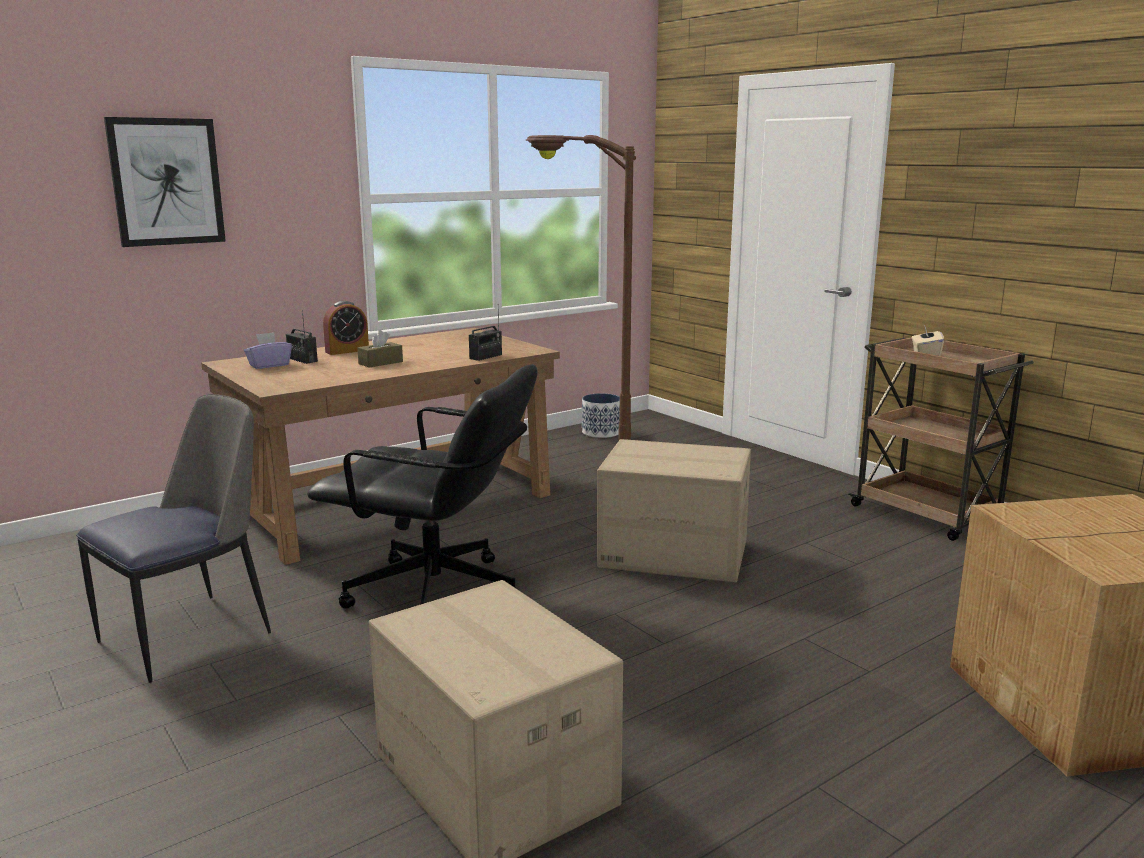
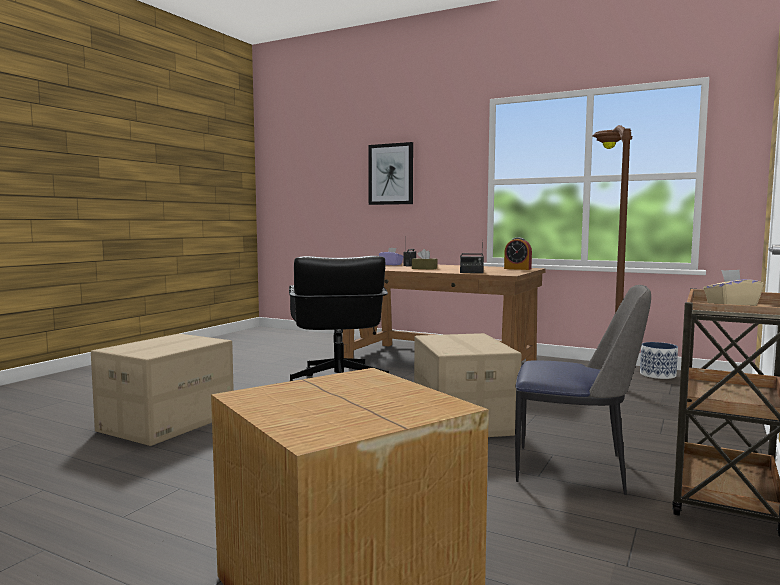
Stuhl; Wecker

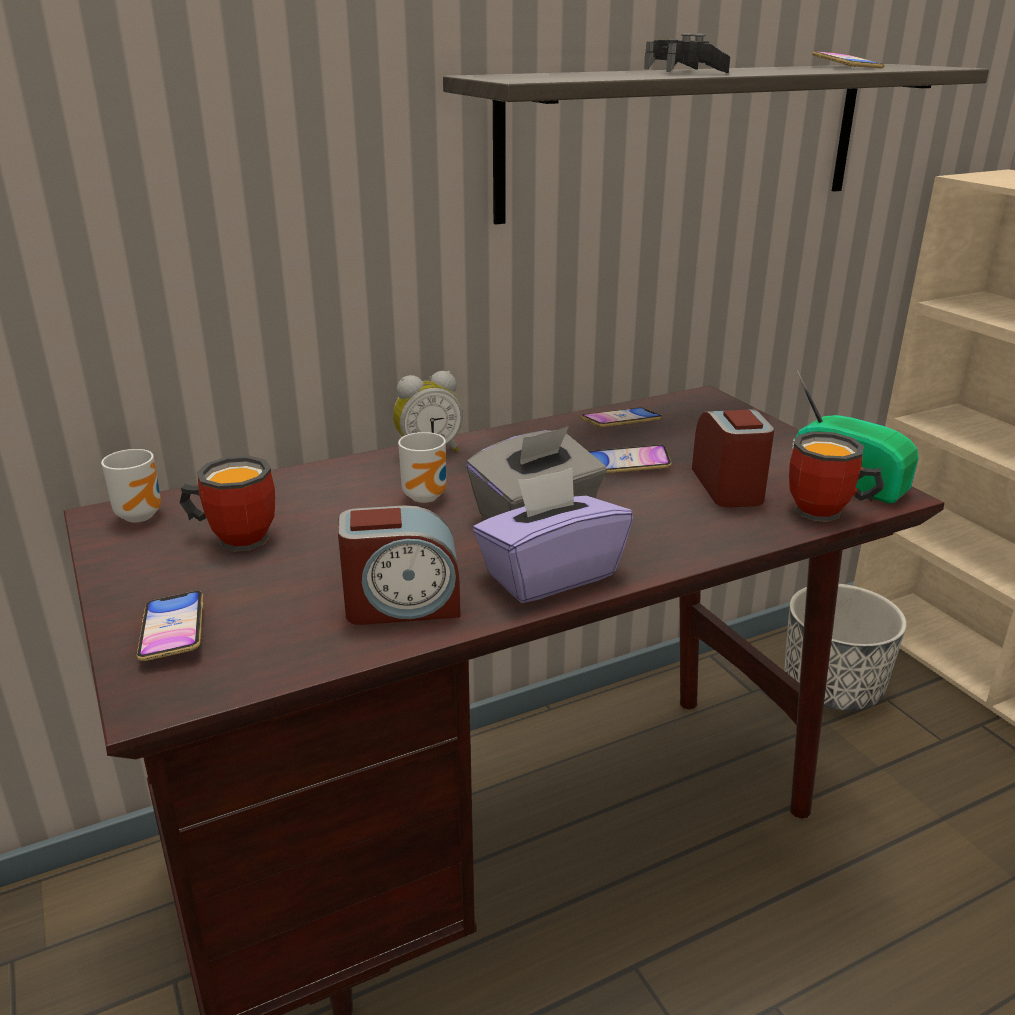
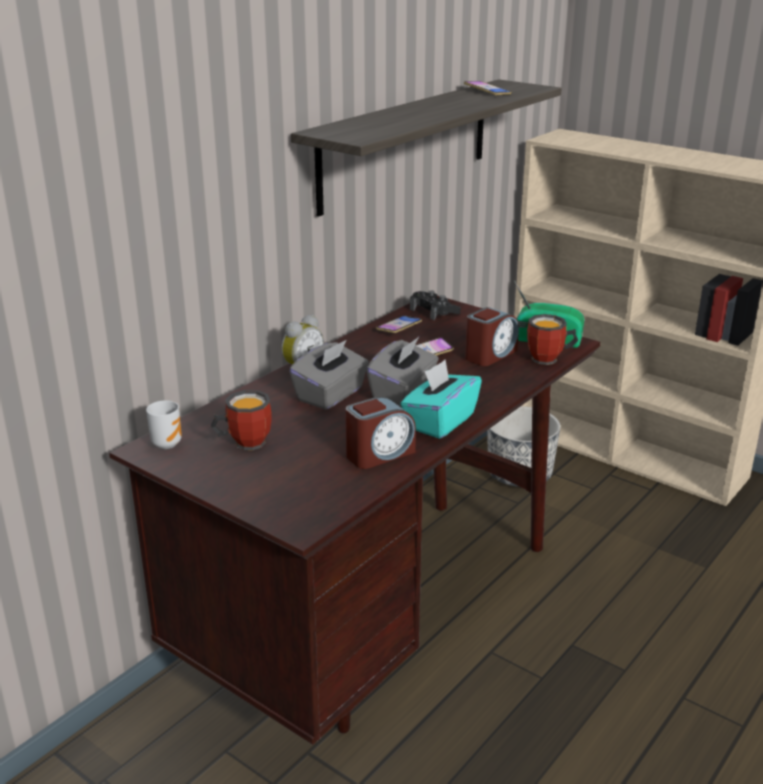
Handy (1st from left in the first image); Taschentuchbox (grau) (1st from left); Taschentuchbox (türkis); Gamepad (schwarz); Wecker (3rd from left)

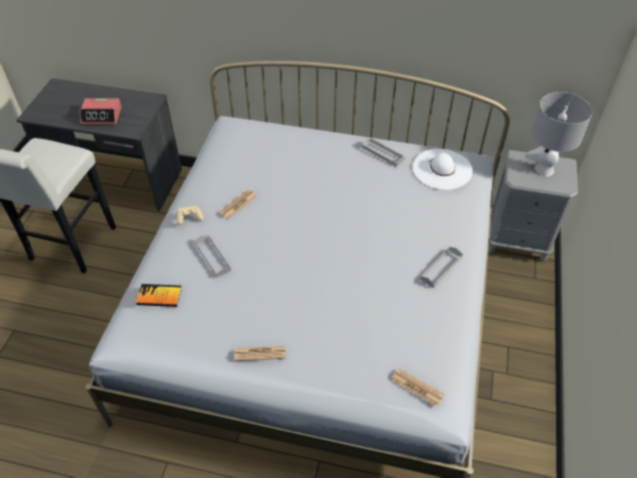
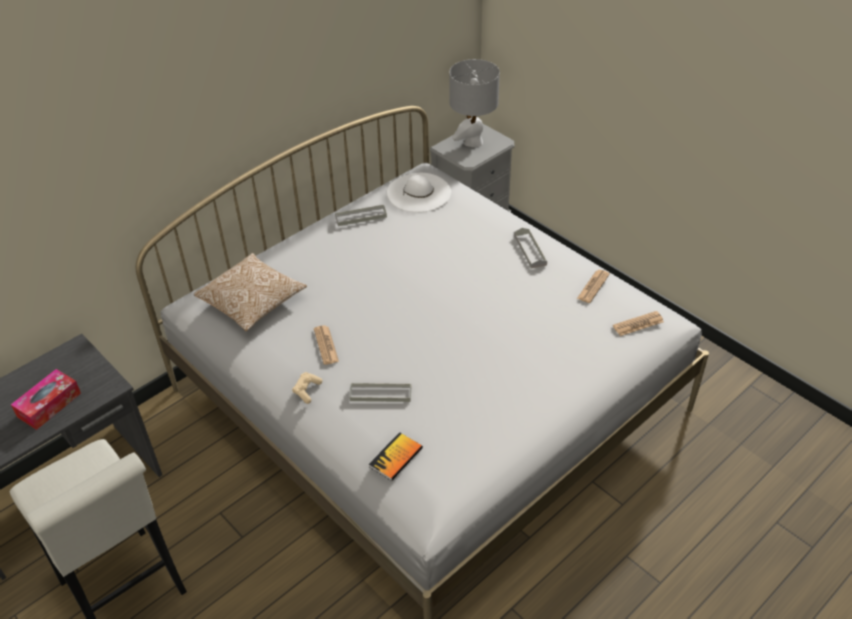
Taschentuchbox; Zeitung (2nd from left); Kissen

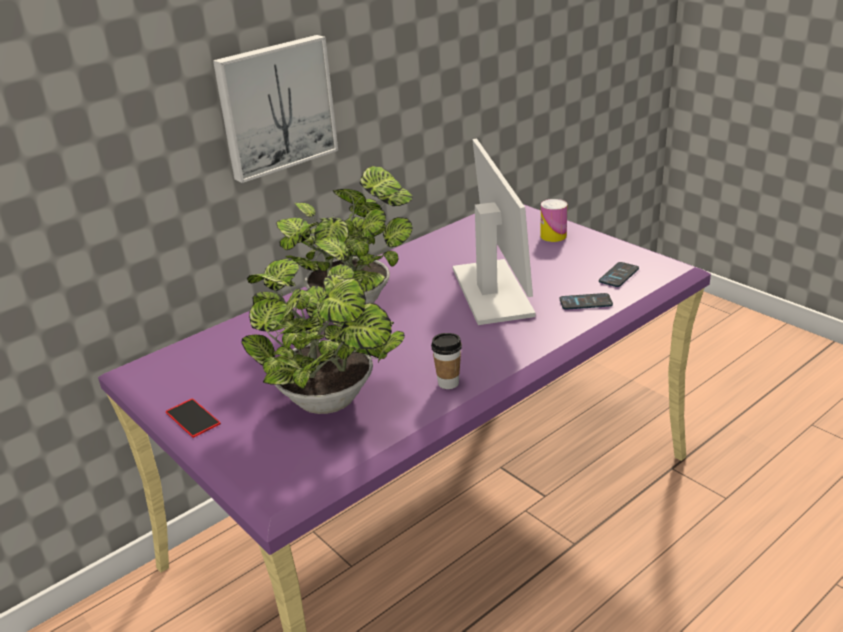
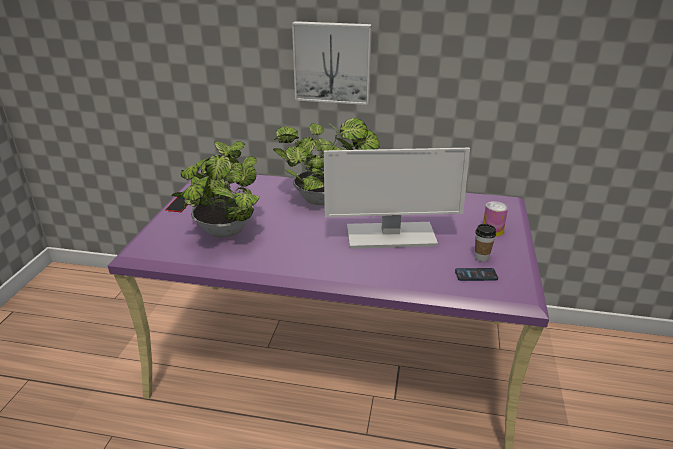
Tasse; Monitor; Handy (2nd from left in the first image)

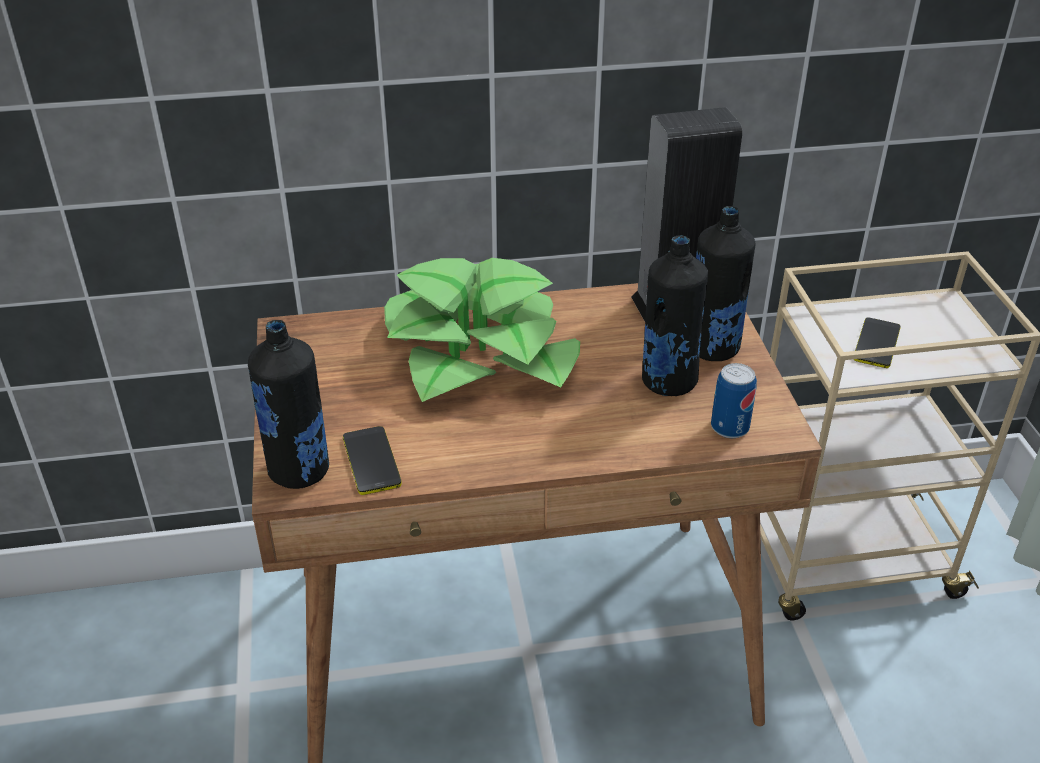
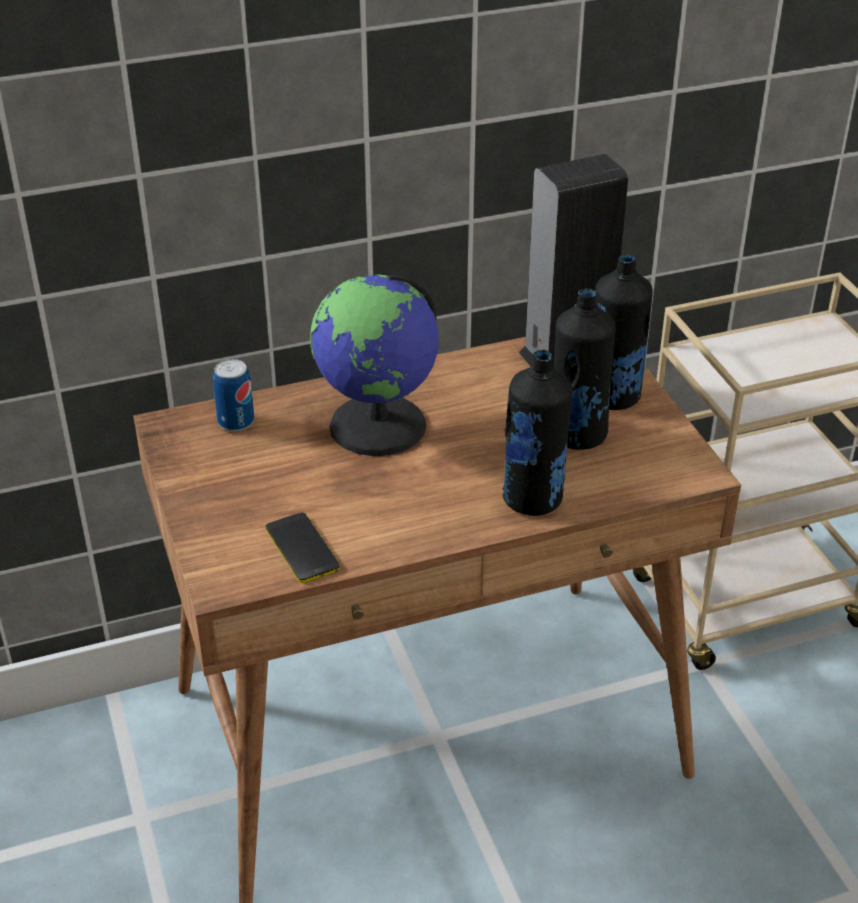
Flasche (schwarz) (1st from left); Globus; Dose; Handy (2nd from left in the first image)

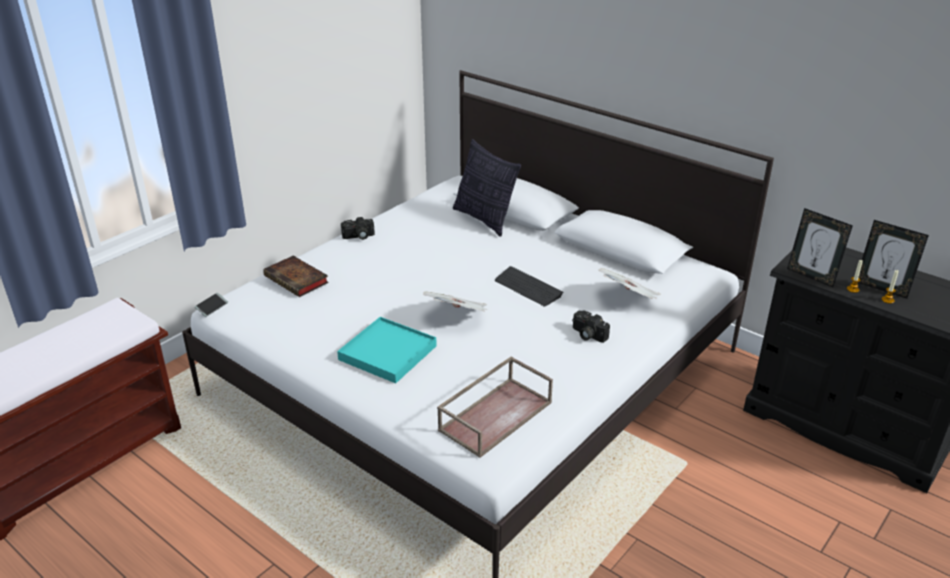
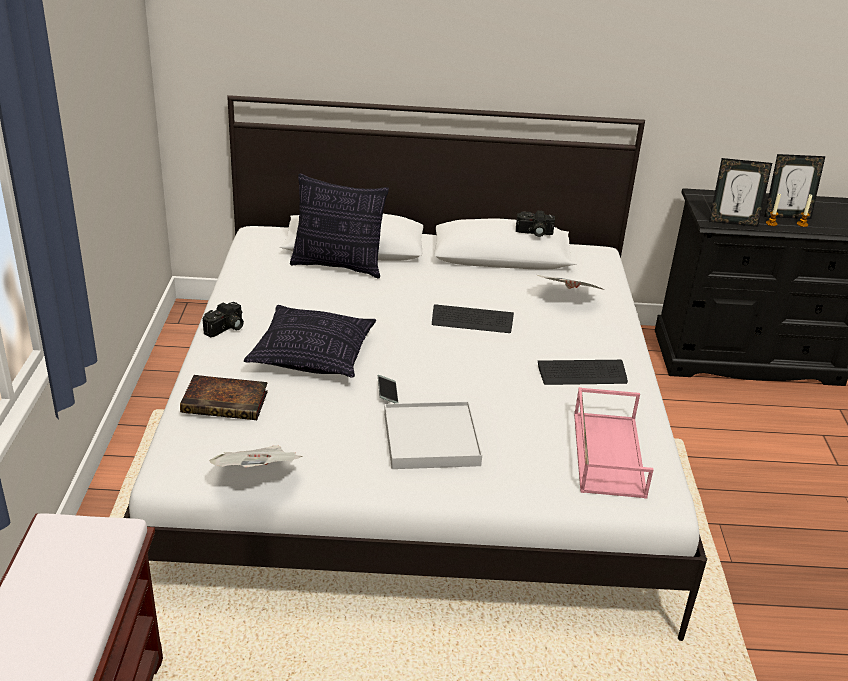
Handy; Tablett (weiß); Zeitung (1st from left); Tablett (rosa); Kamera (2nd from left); Kissen (1st from left); Tastatur (2nd from left)

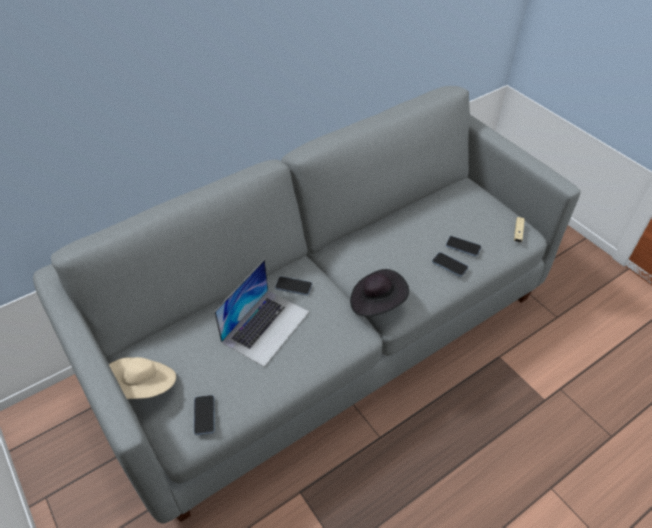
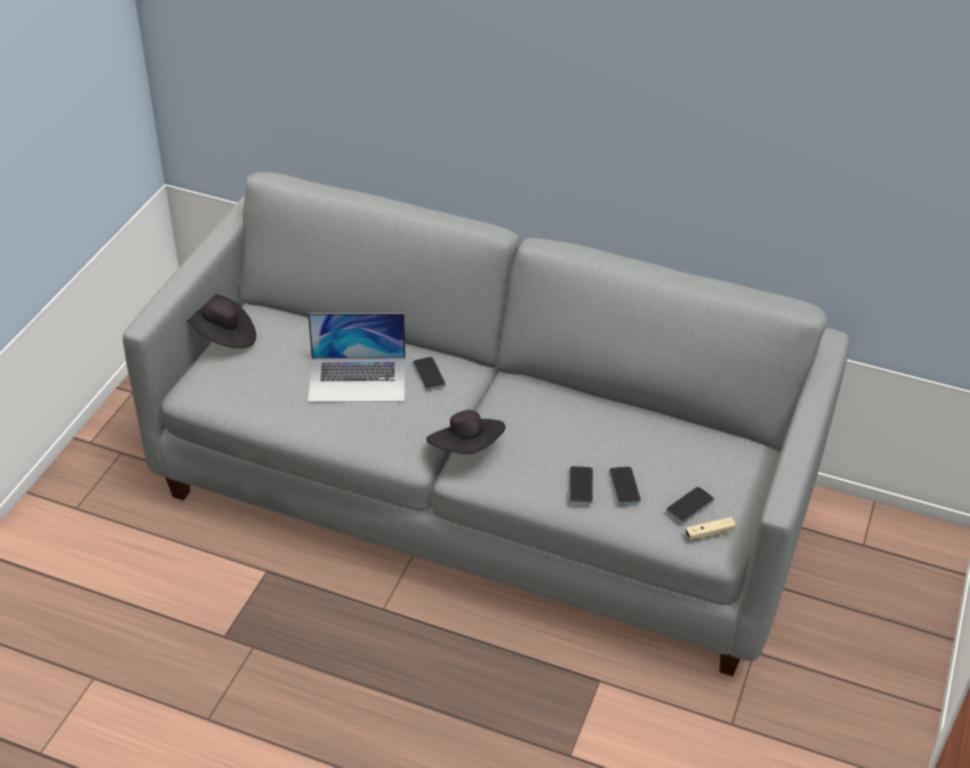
Hut (schwarz) (1st from left); Handy (4th from left)

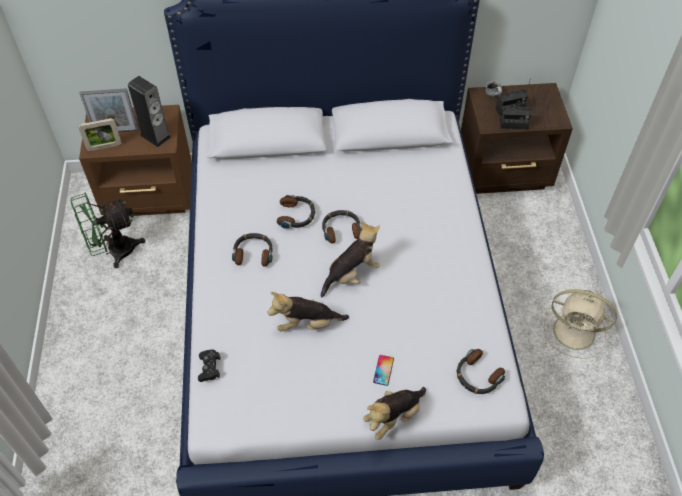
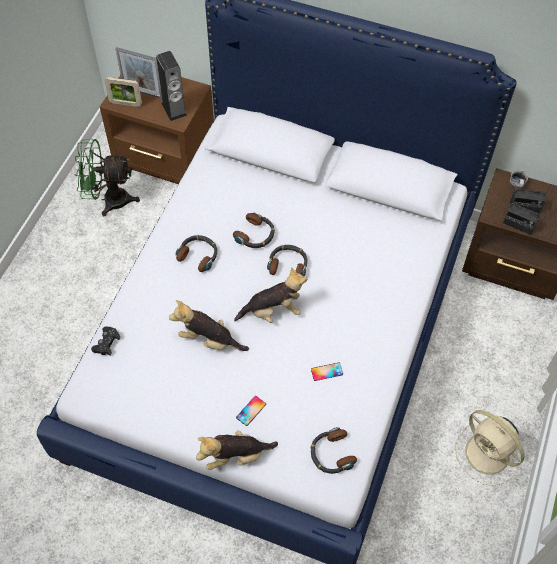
Handy (2nd from left)

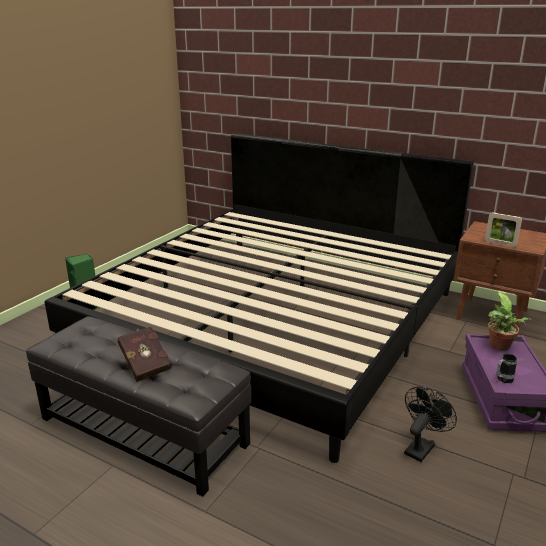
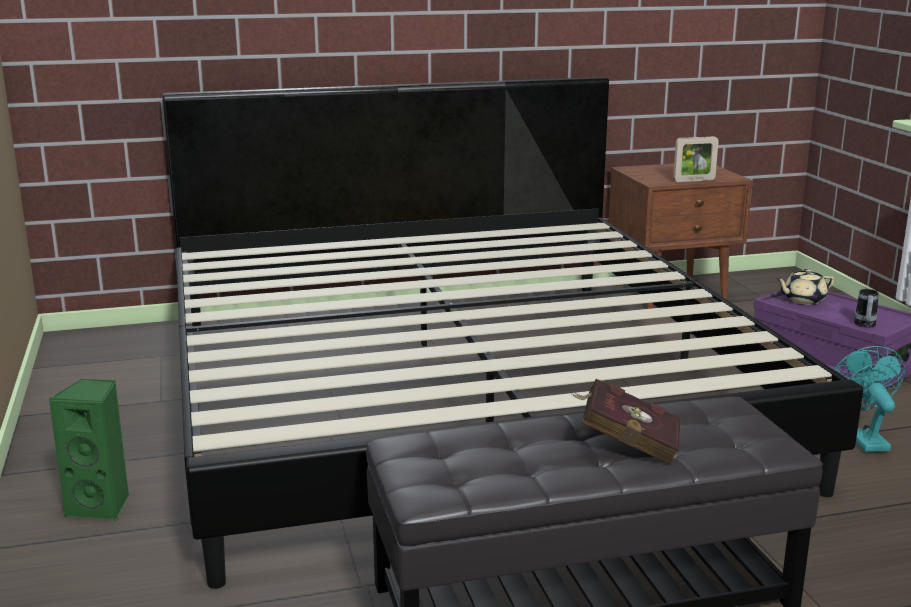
Ventilator (türkis); Teekanne (beige)

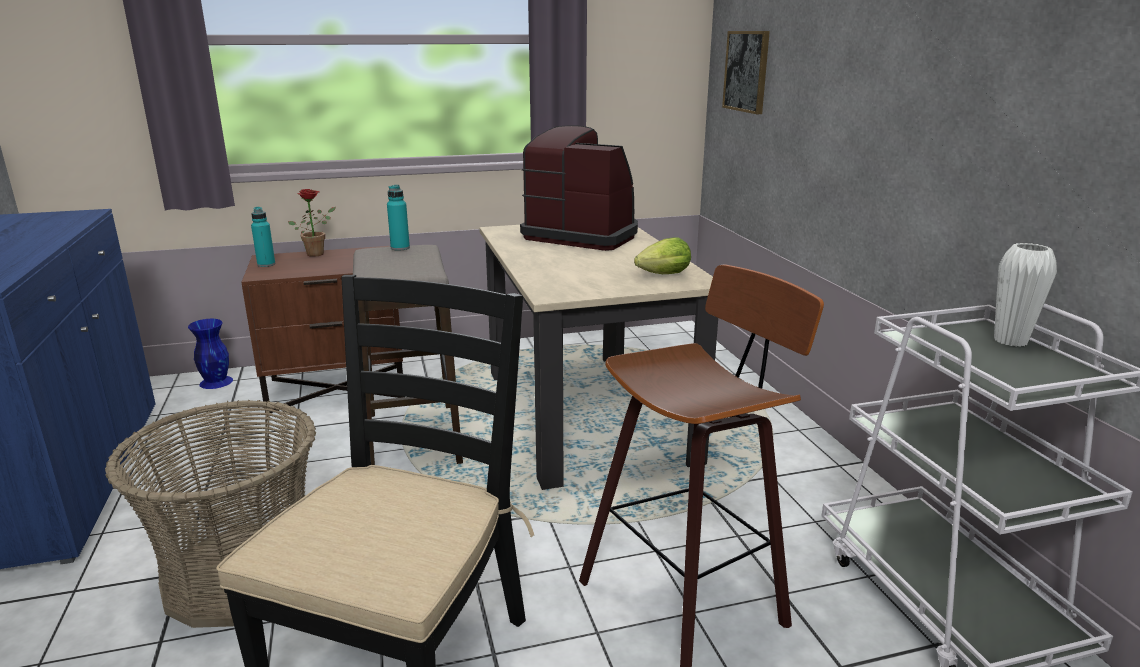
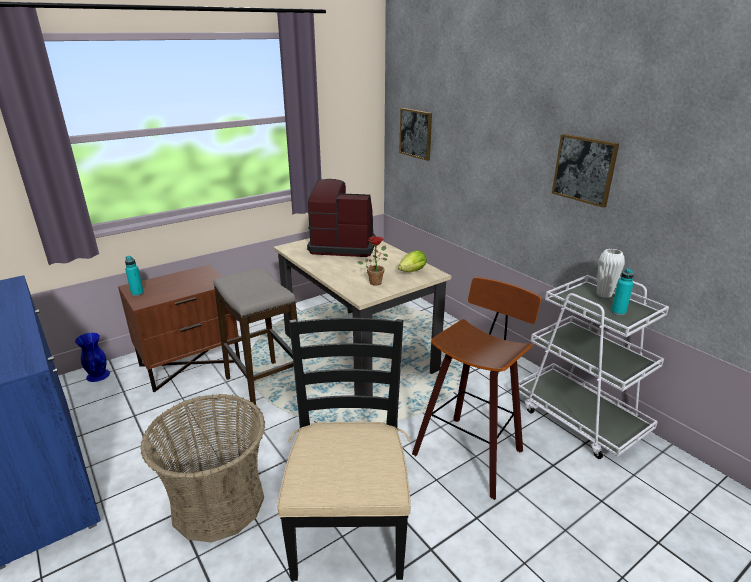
Topfpflanze; Flasche (türkis) (2nd from left); Bild (2nd from left)

